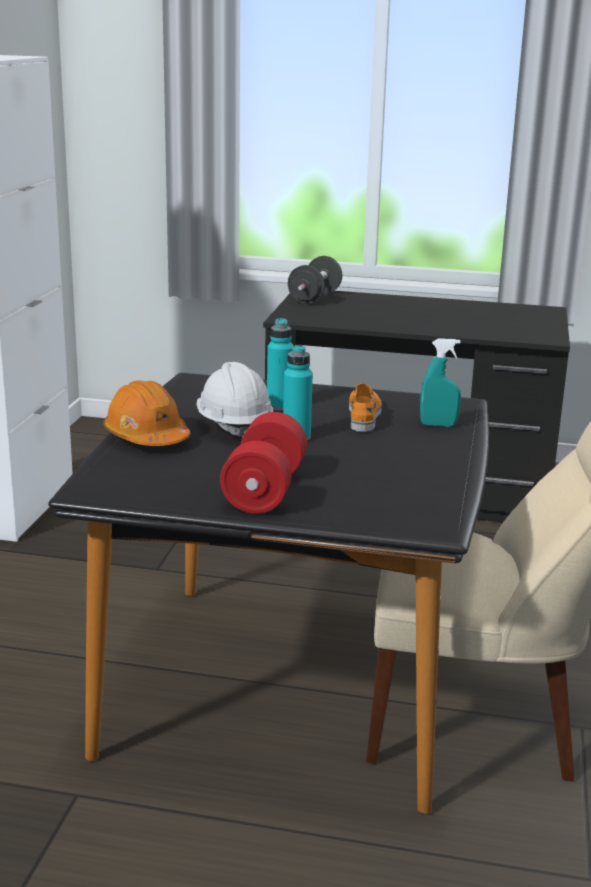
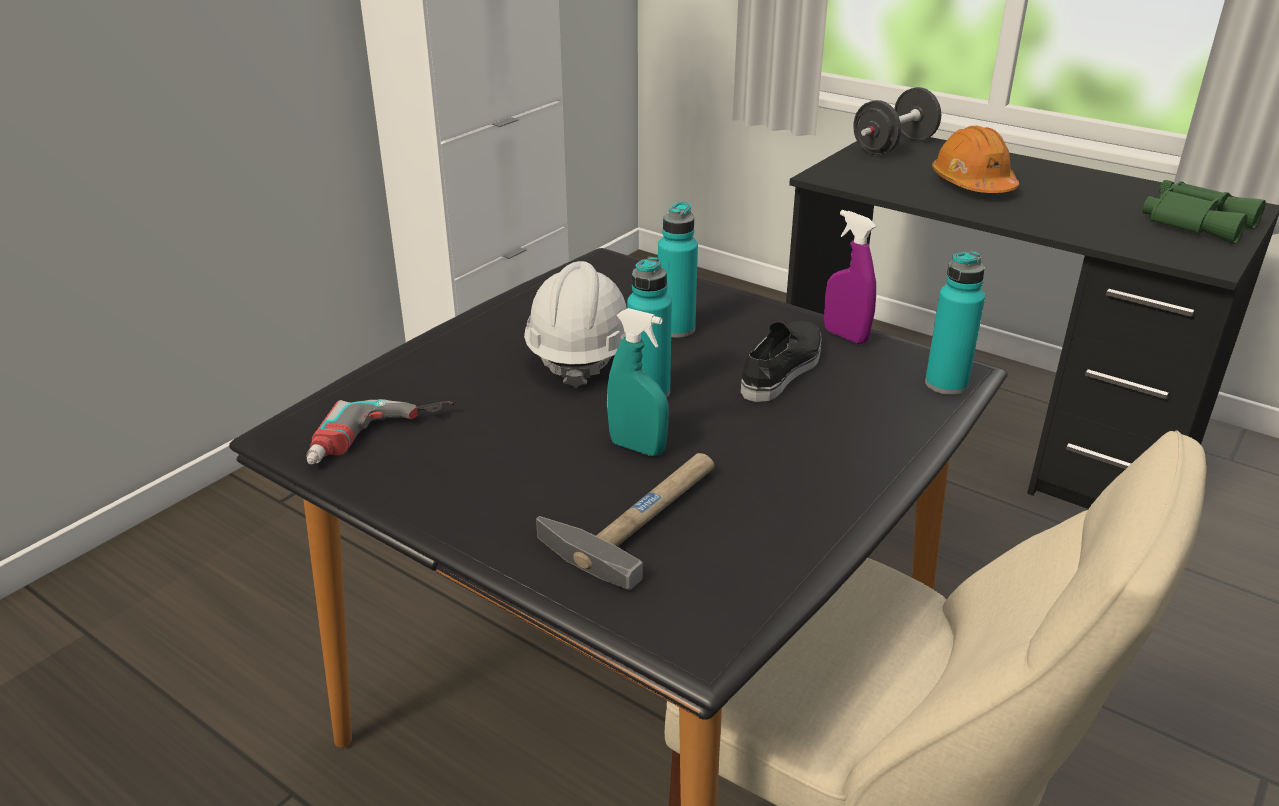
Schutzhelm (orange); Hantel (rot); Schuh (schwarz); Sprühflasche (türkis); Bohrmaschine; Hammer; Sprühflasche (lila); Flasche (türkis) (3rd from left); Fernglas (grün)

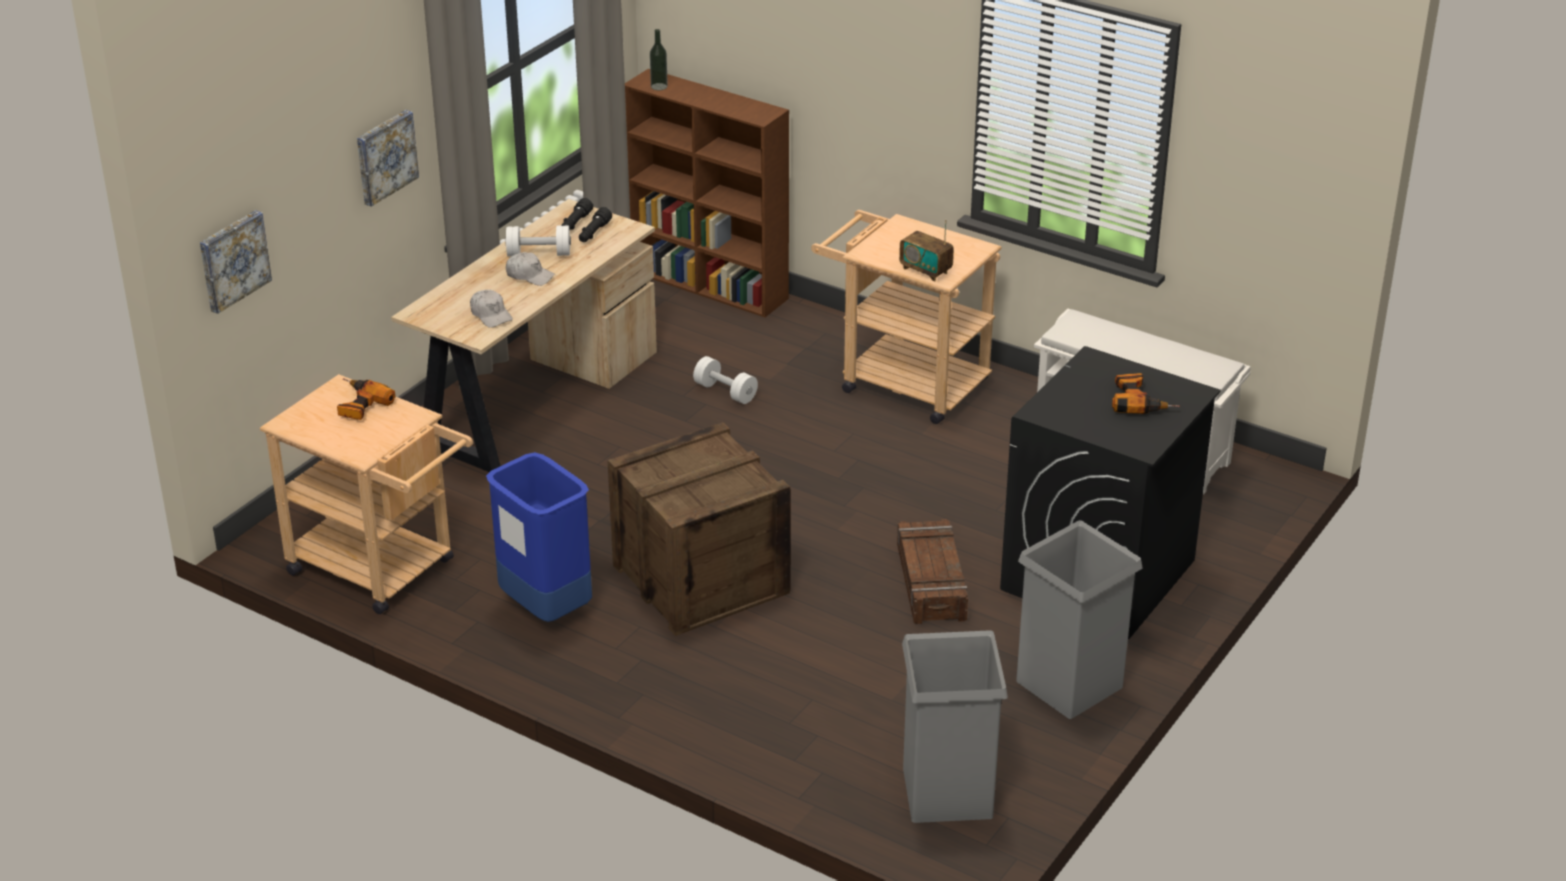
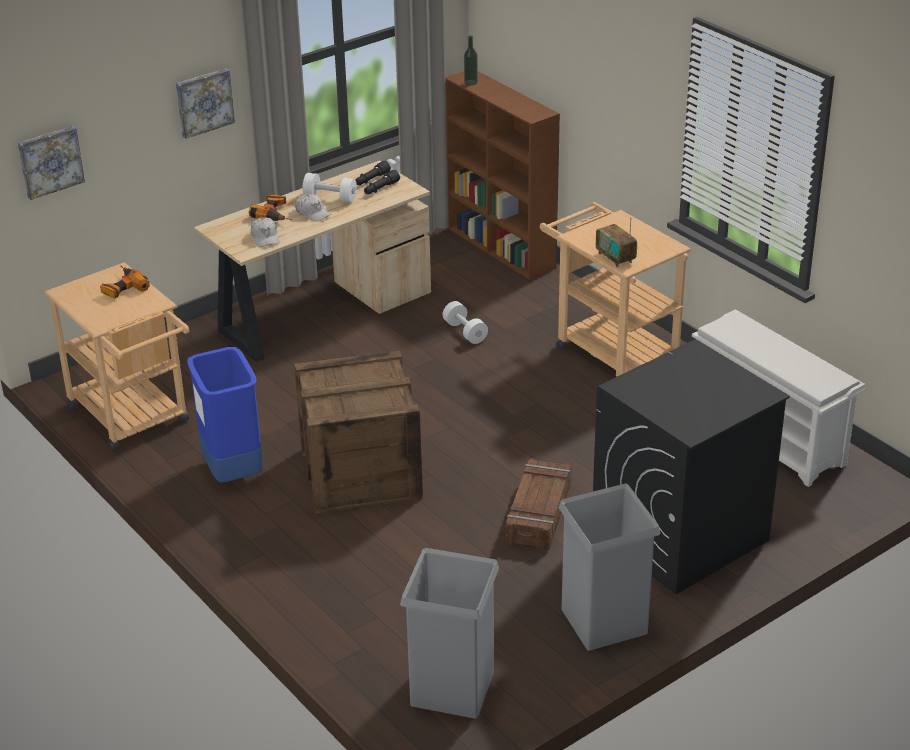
Bohrmaschine (2nd from left)

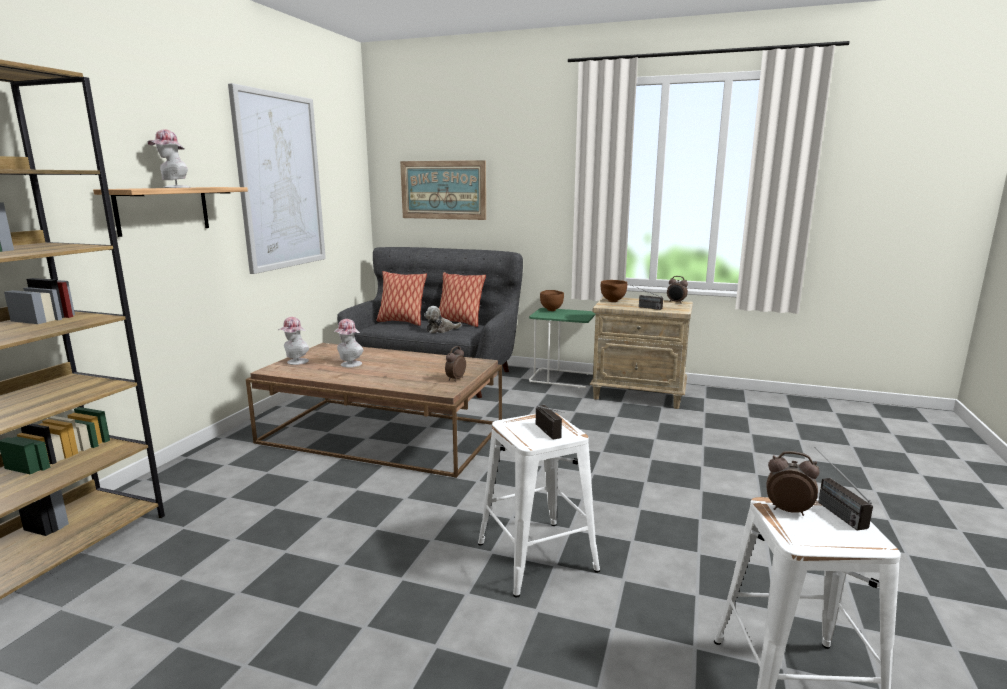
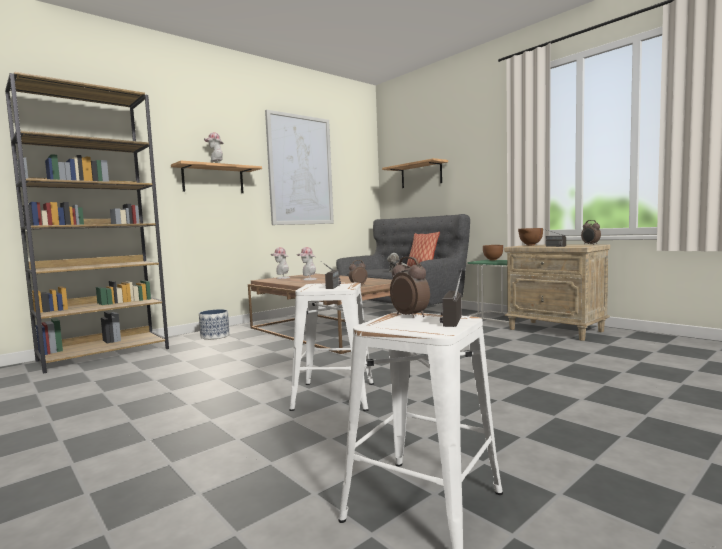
Kissen (1st from left in the first image); Wandregal (2nd from left); Pflanzkübel

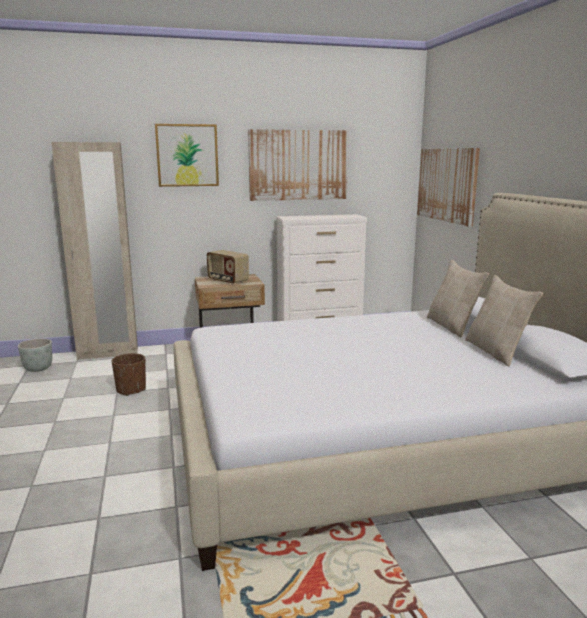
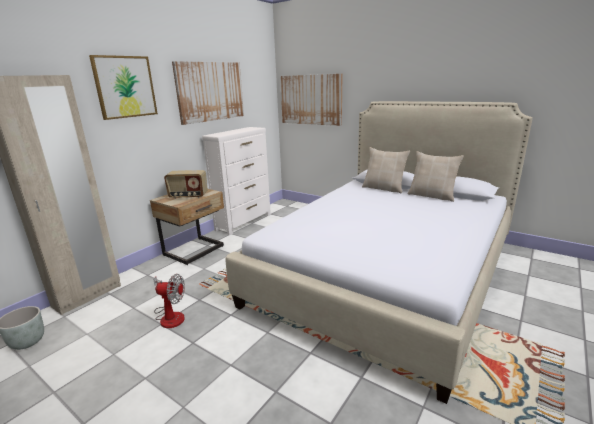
Ventilator

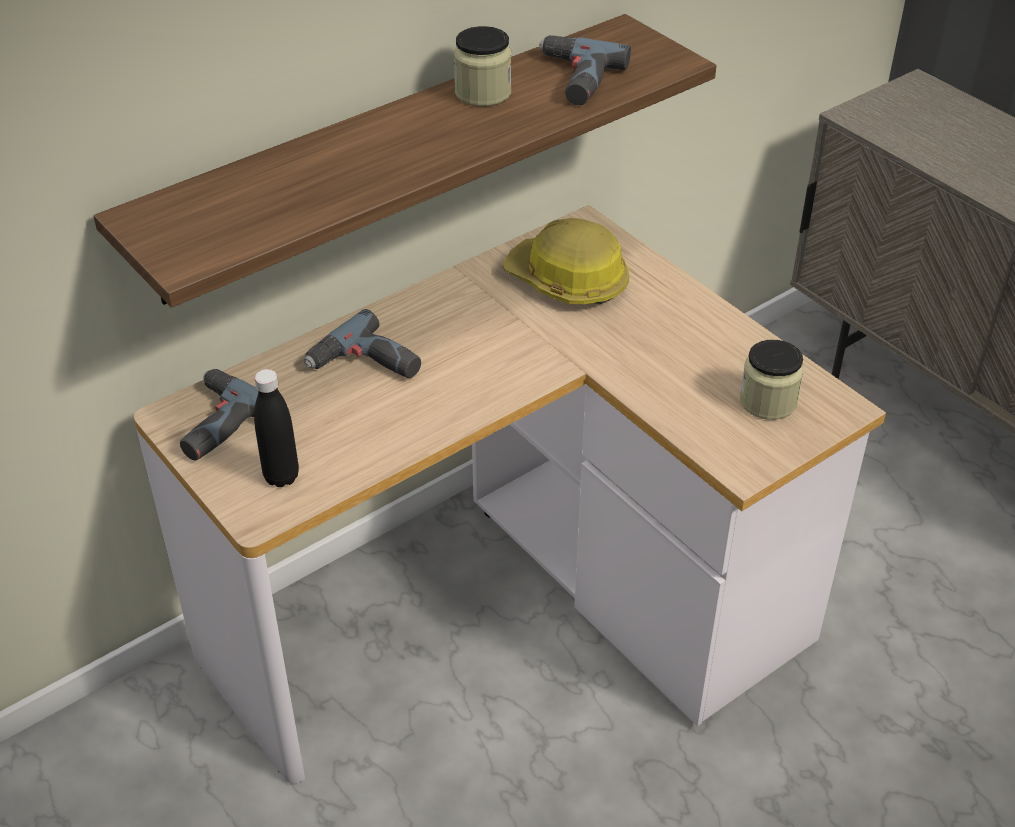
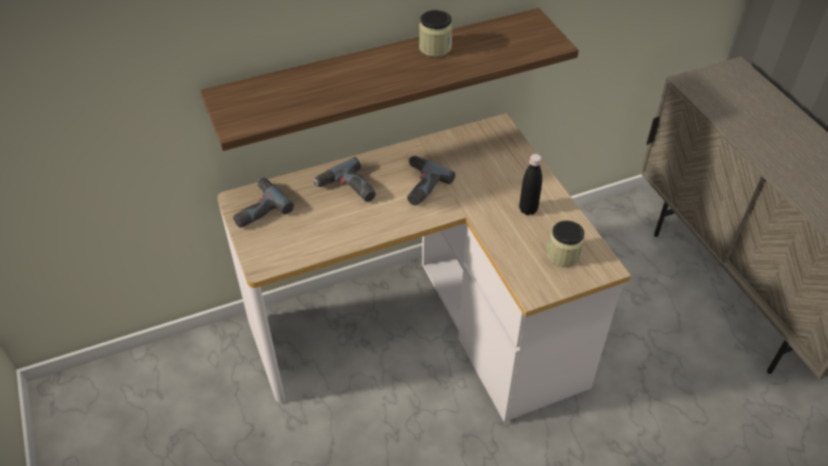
Flasche (schwarz); Schutzhelm; Bohrmaschine (3rd from left)

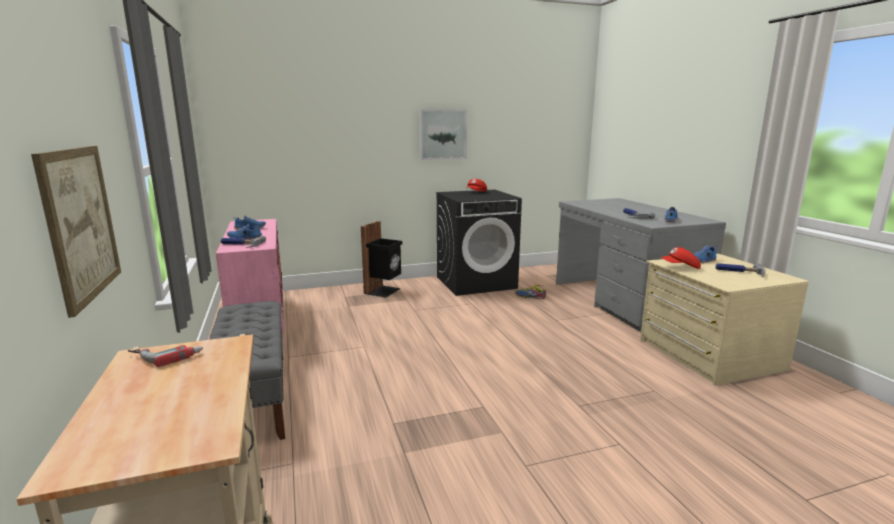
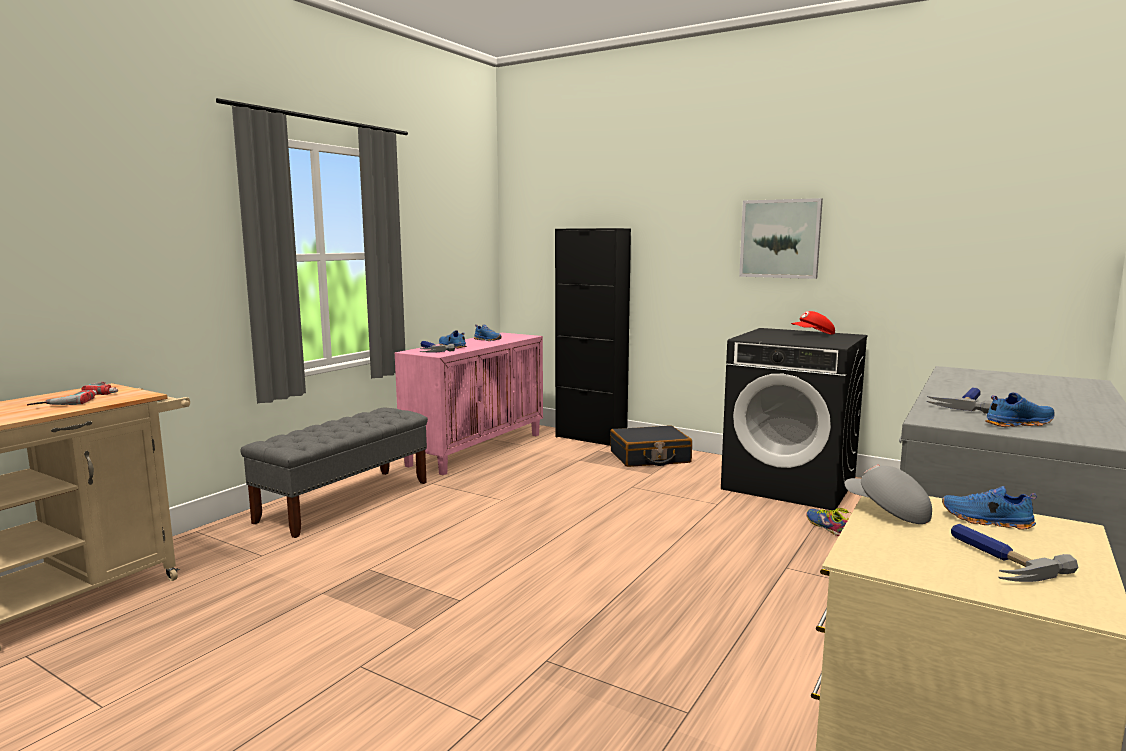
Bild (1st from left in the first image); Koffer (schwarz); Kappe (grau); Bohrmaschine (1st from left); Schrank (schwarz)

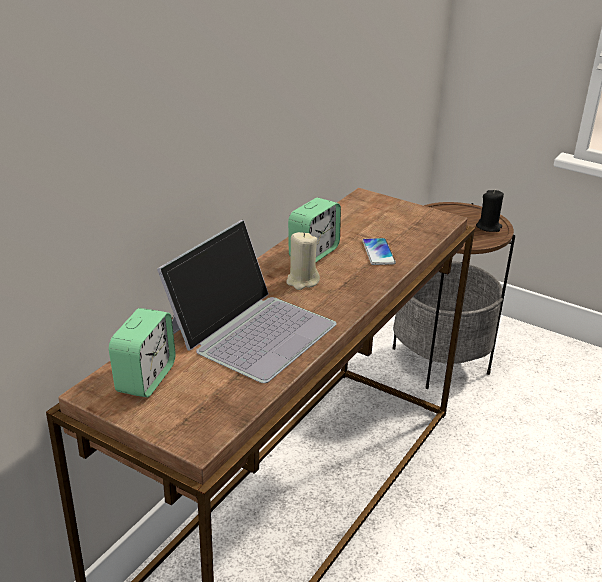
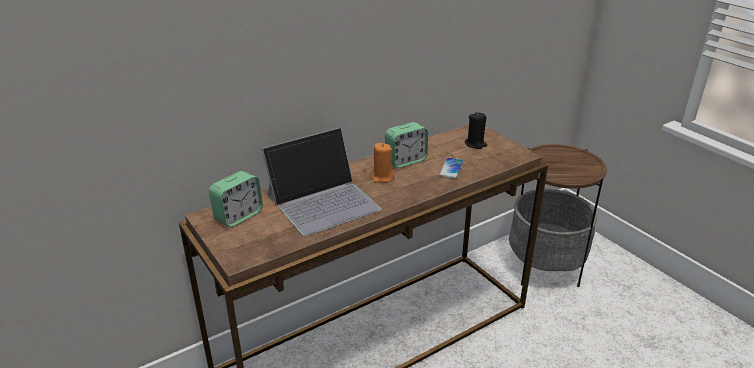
Kerze (orange); Kerze (schwarz)

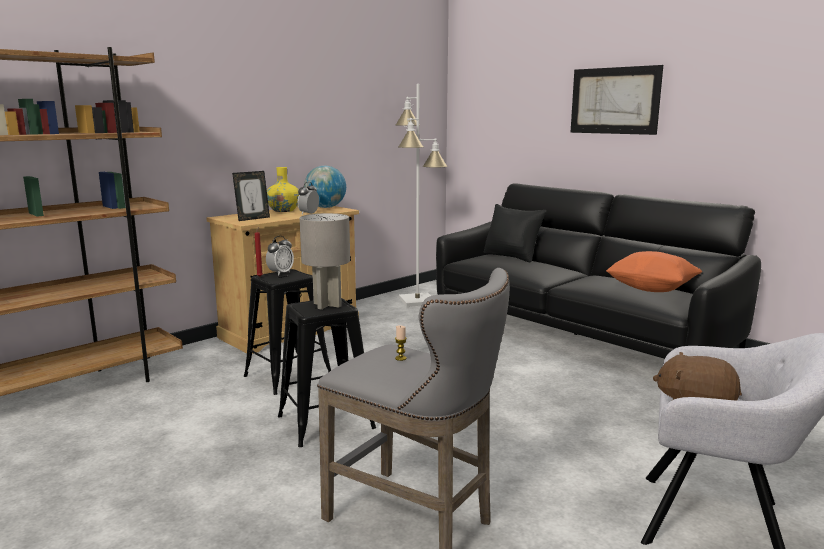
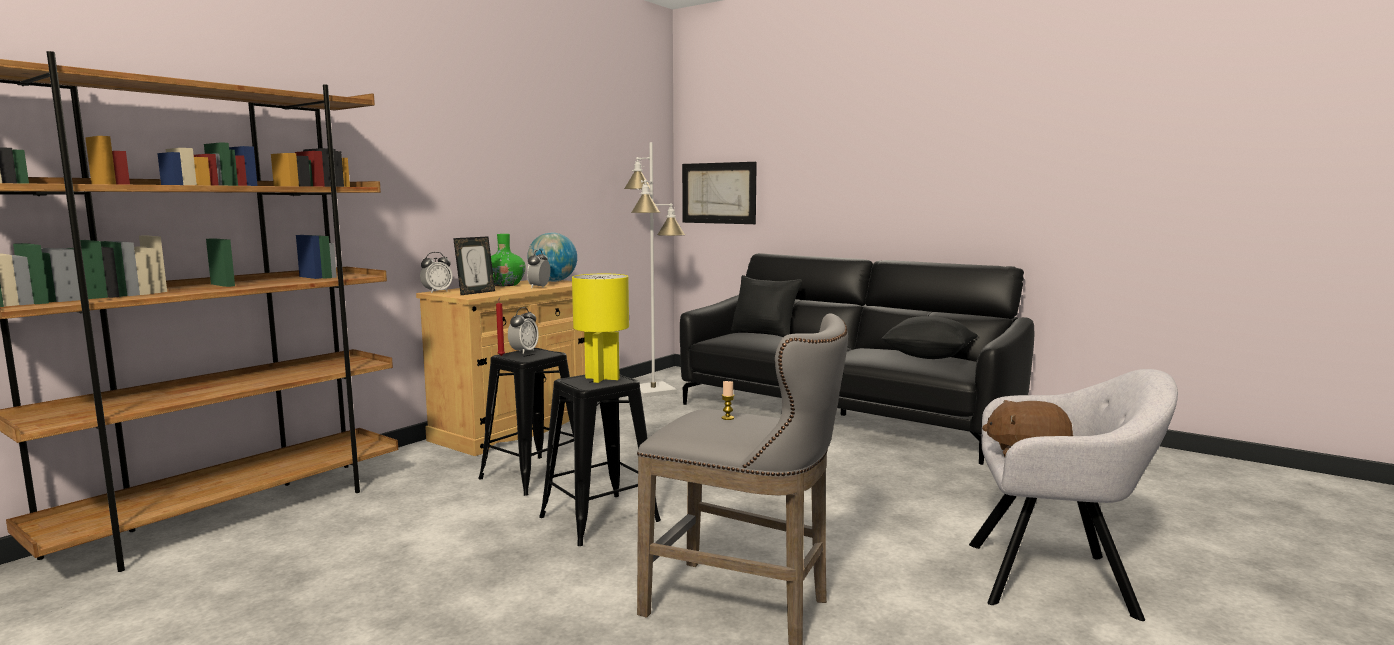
Vase (grün); Tischlampe (gelb); Bild; Kissen (schwarz) (2nd from left); Wecker (1st from left)

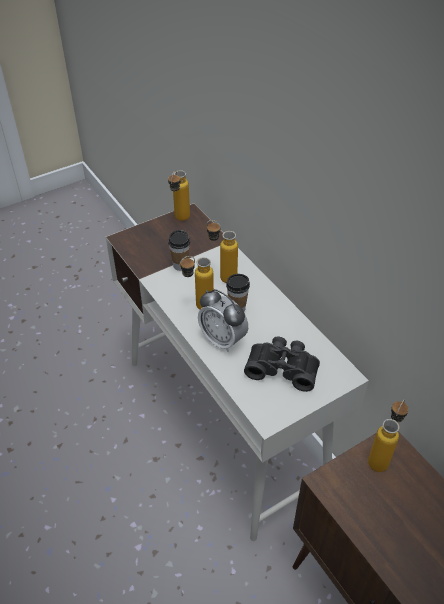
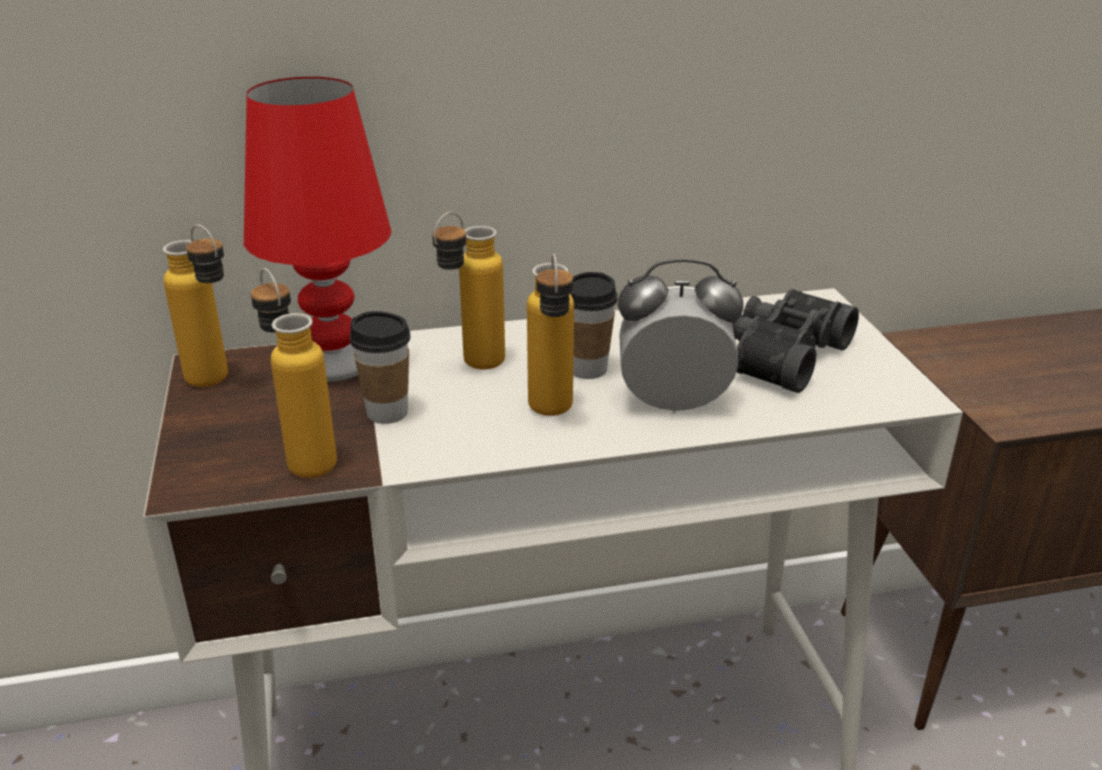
Wecker; Flasche (2nd from left); Tischlampe (rot)

